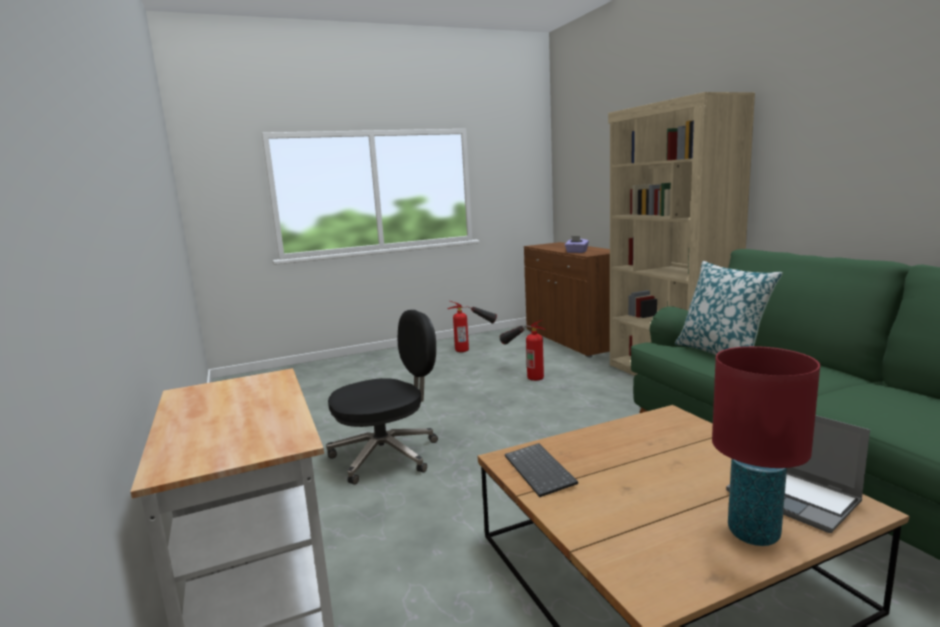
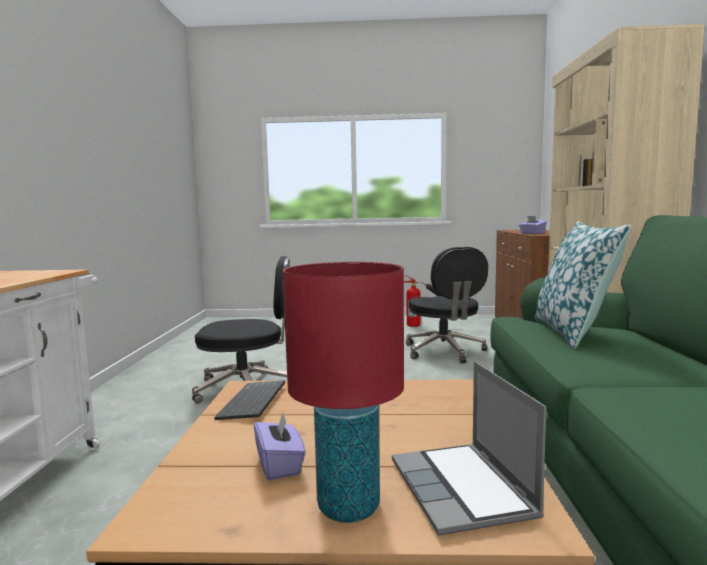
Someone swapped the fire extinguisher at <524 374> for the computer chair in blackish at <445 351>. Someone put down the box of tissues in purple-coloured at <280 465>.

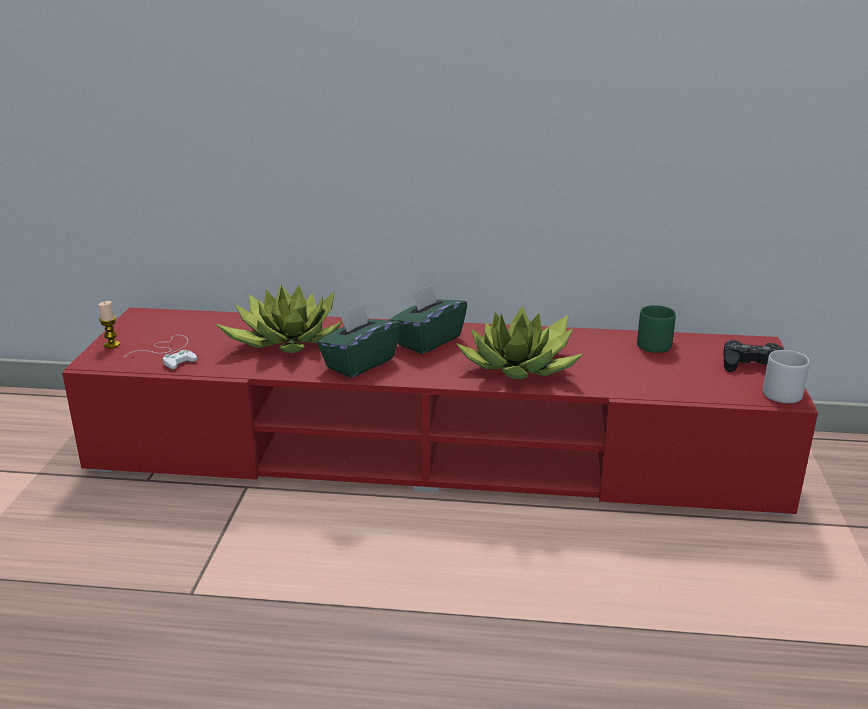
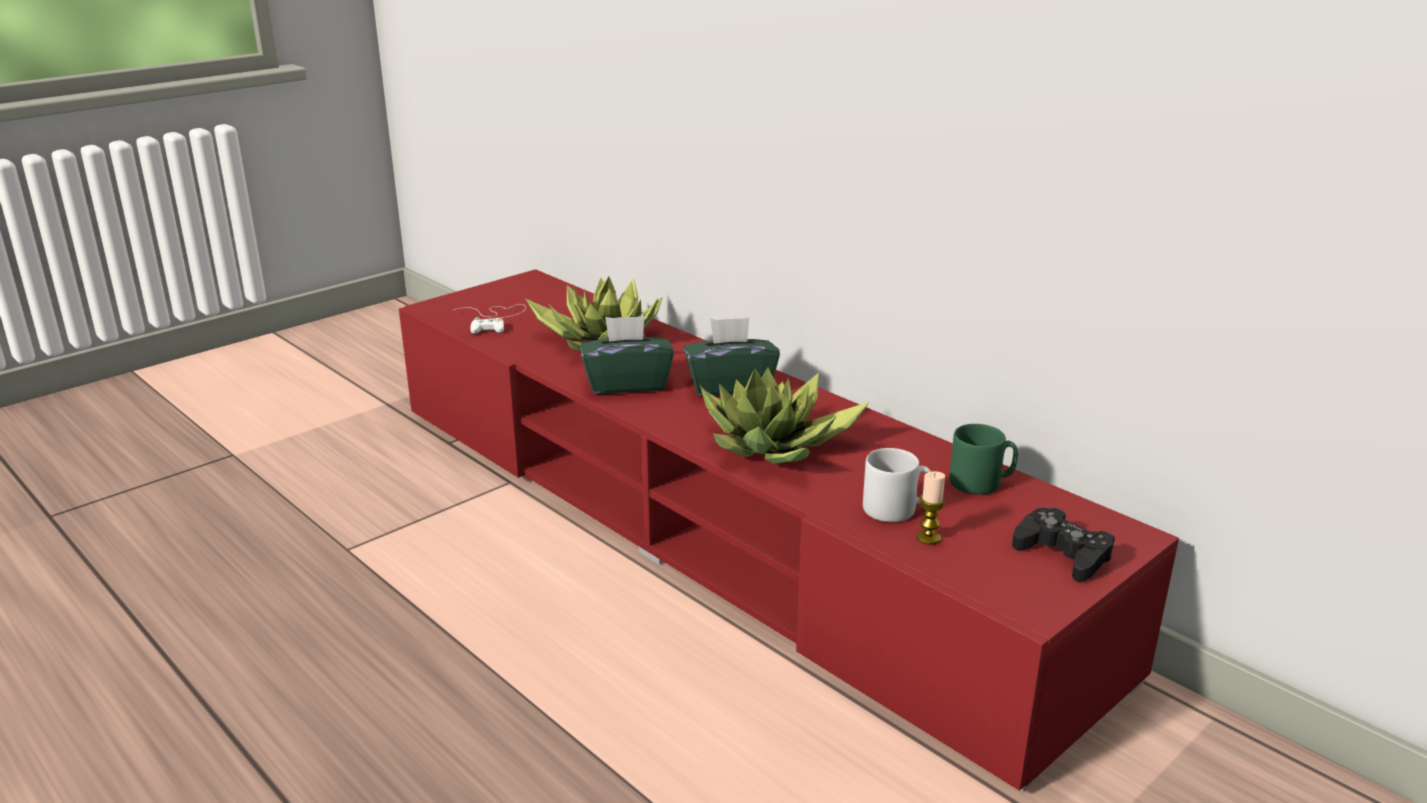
Someone carried the wax light from <112 344> to <928 538>. Someone carried the mug in grey from <785 393> to <896 509>.

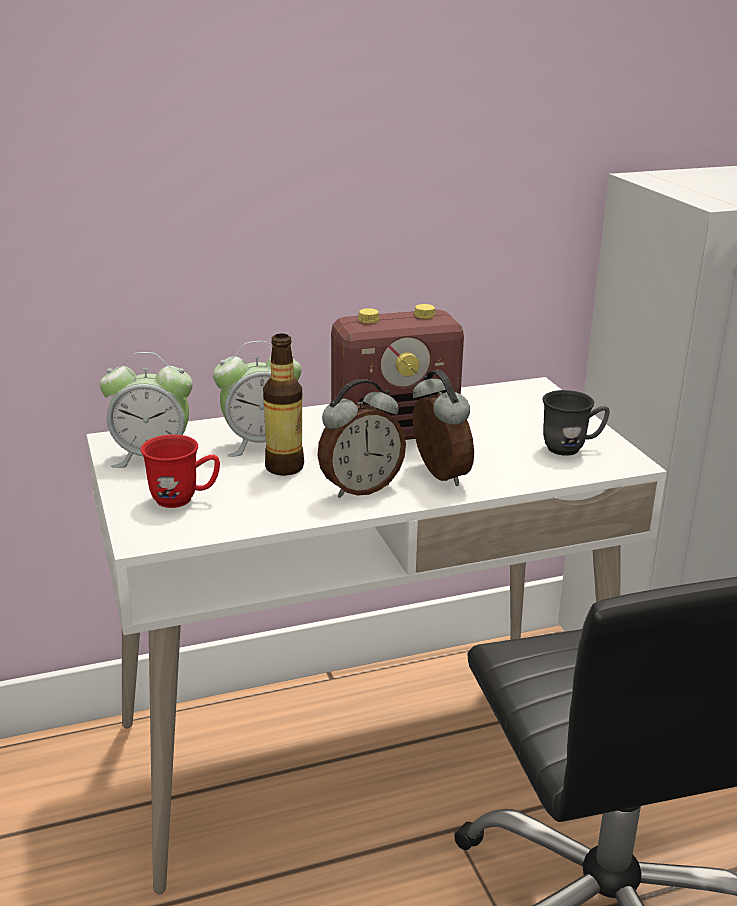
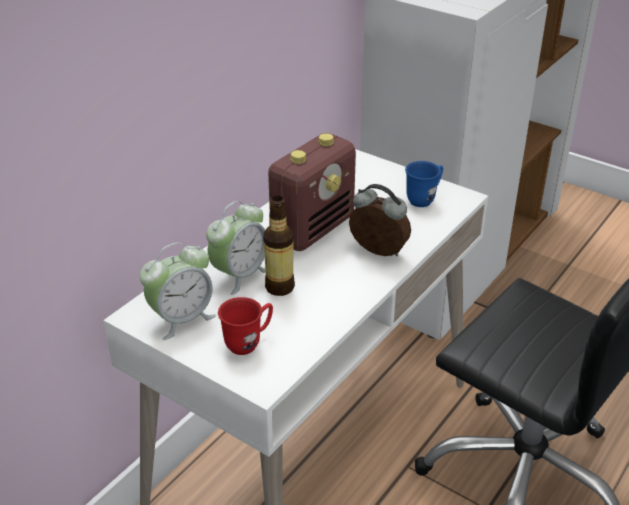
Someone took away the table clock at <360 488>. Someone repainted the mug in grey at <572 448>, which became the mug in blue at <424 199>.

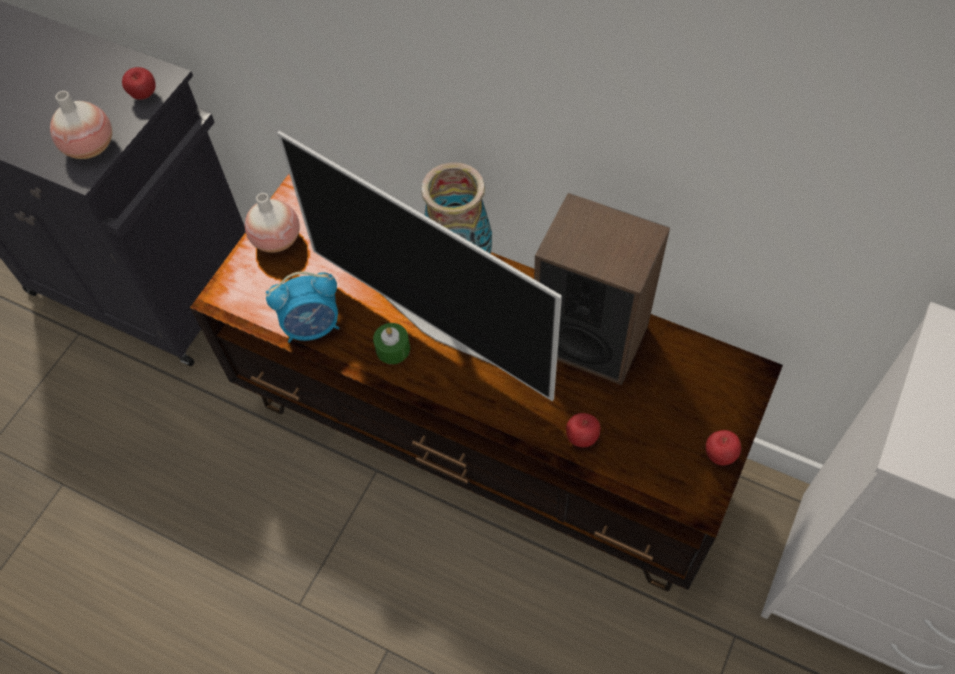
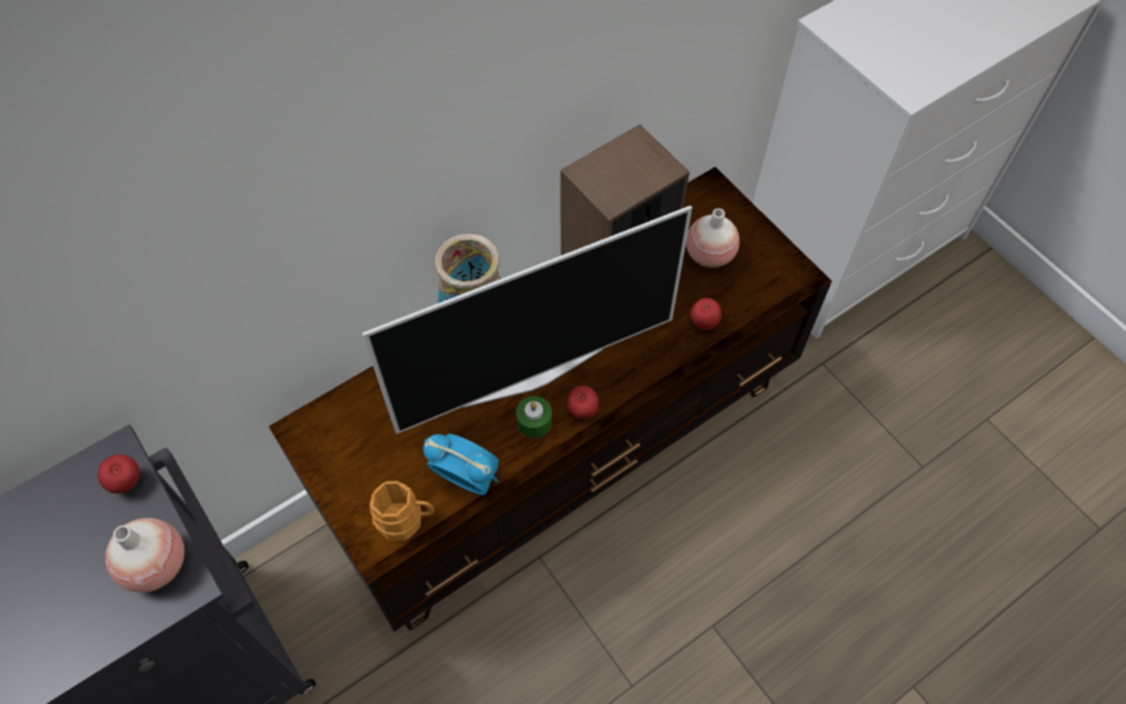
Someone carried the flower vase from <277 239> to <709 254>. Someone rotated the table clock at <313 326> by 75 degrees counterclockwise. Someone carried the apple fruit from <719 455> to <582 410>. Someone put down the mug in orange at <406 521>.

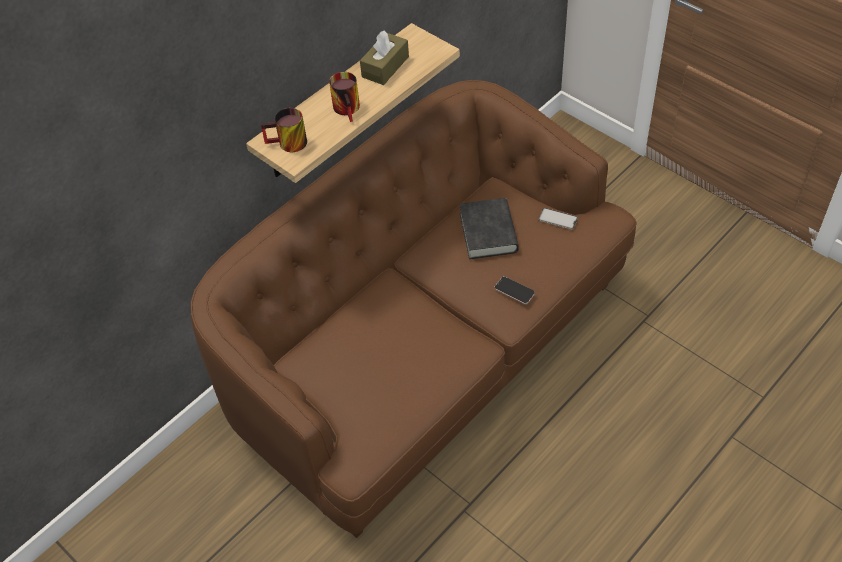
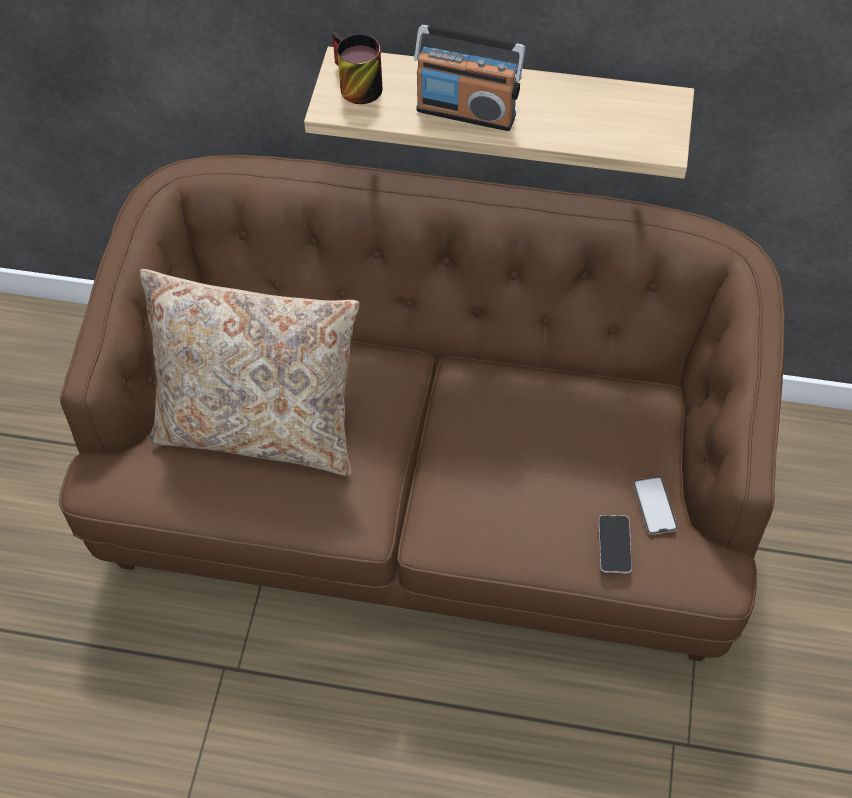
Someone took away the box of tissues in brown-coloured at <385 67>. Someone swapped the mug at <349 109> for the radio receiver at <466 112>. Someone took away the bound book in blackish at <488 232>. Someone carried the telephone from <514 290> to <614 544>. Someone put down the throw pillow in beige at <260 429>.

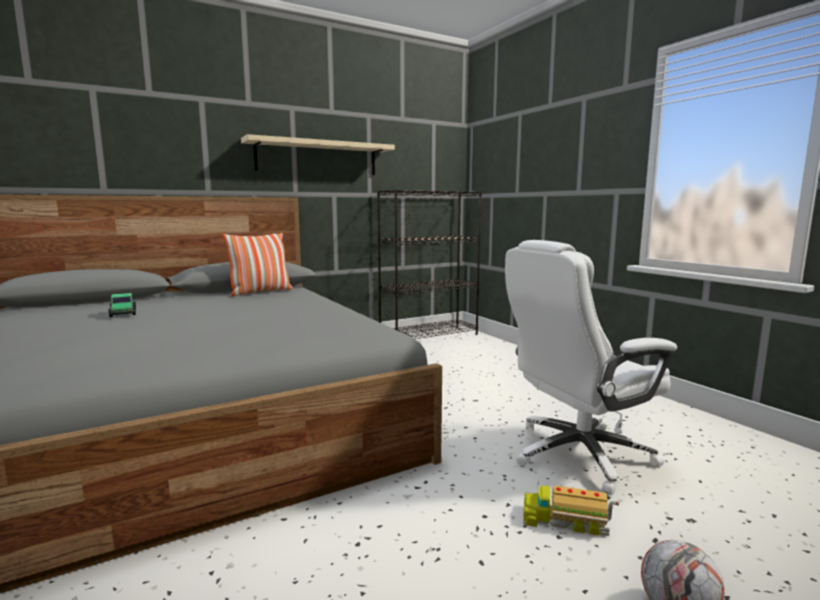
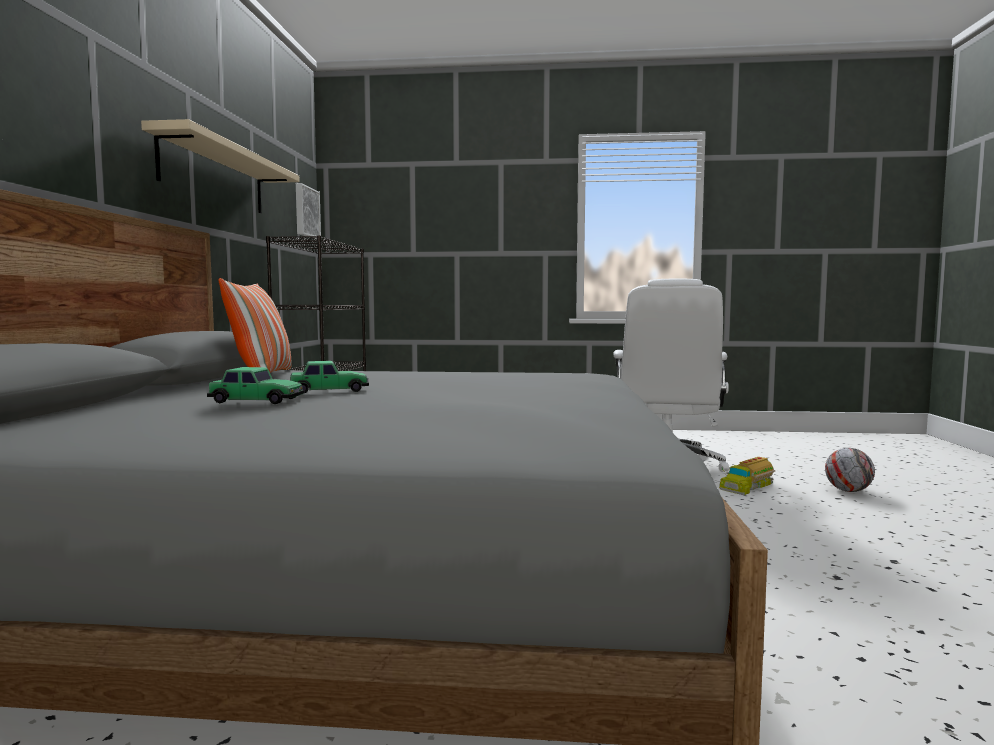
Someone put up the wall picture at <305 212>. Someone put down the toy car at <329 390>.

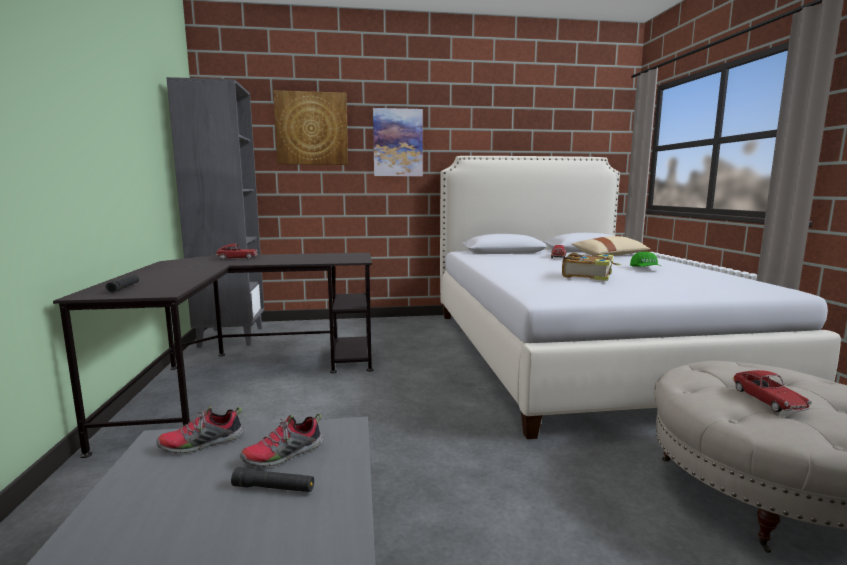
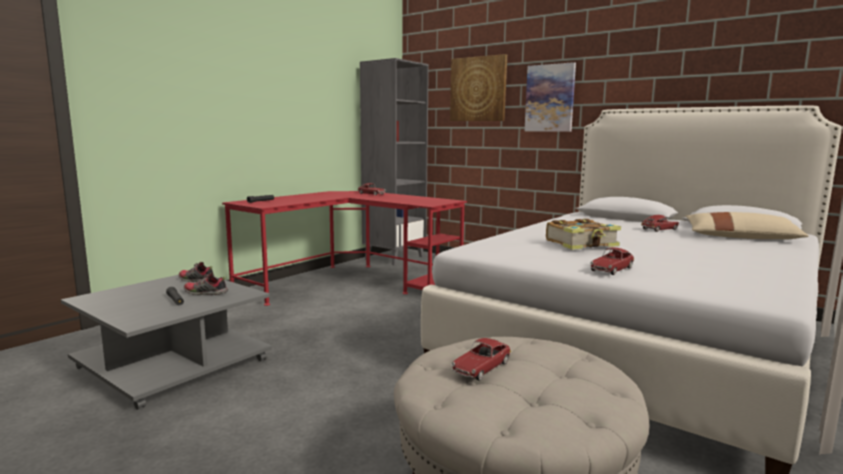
Someone took away the peaked cap in green-coloured at <645 269>. Someone repainted the desk table in blackish at <242 380>, which became the desk table in red at <349 282>. Someone put down the toy car at <611 269>.

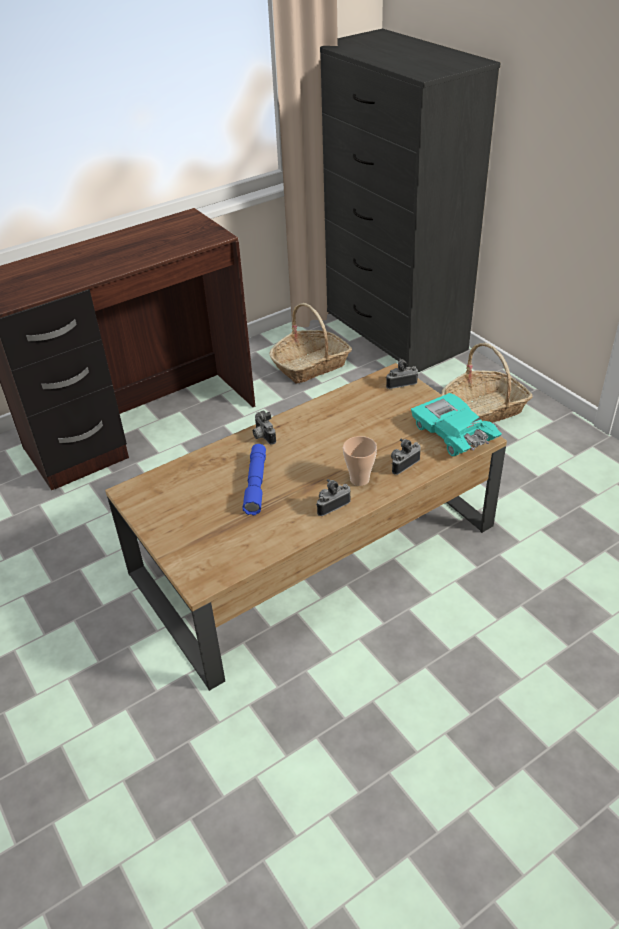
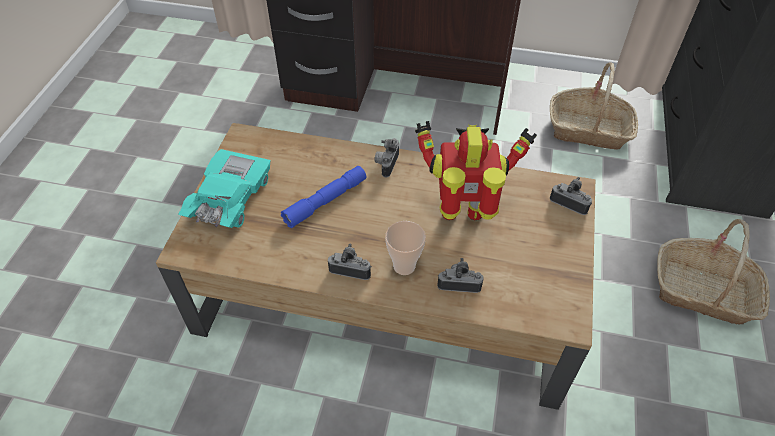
Someone carried the toy car in turquoise-coloured from <453 433> to <229 198>. Someone put down the toy robot at <463 216>.

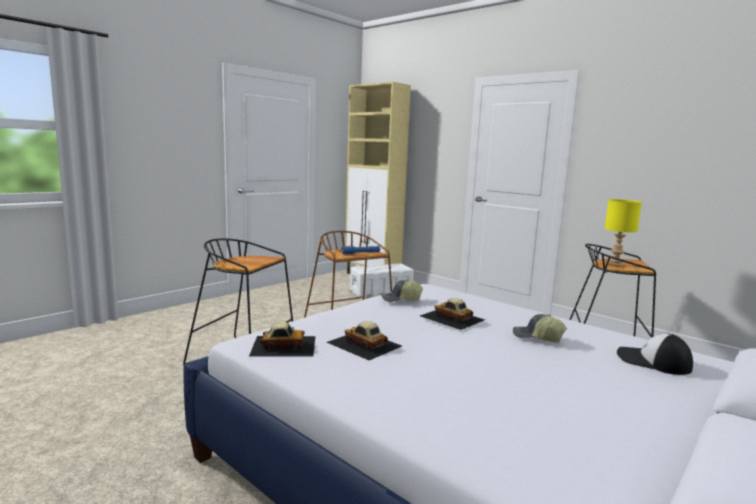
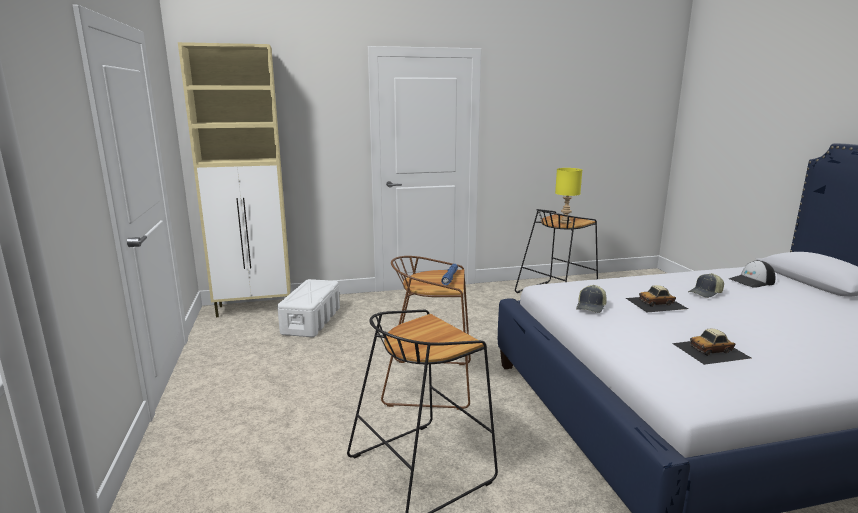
Someone took away the toy car at <283 345>.

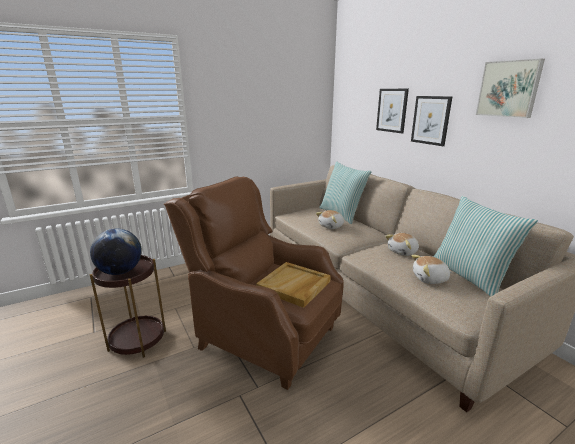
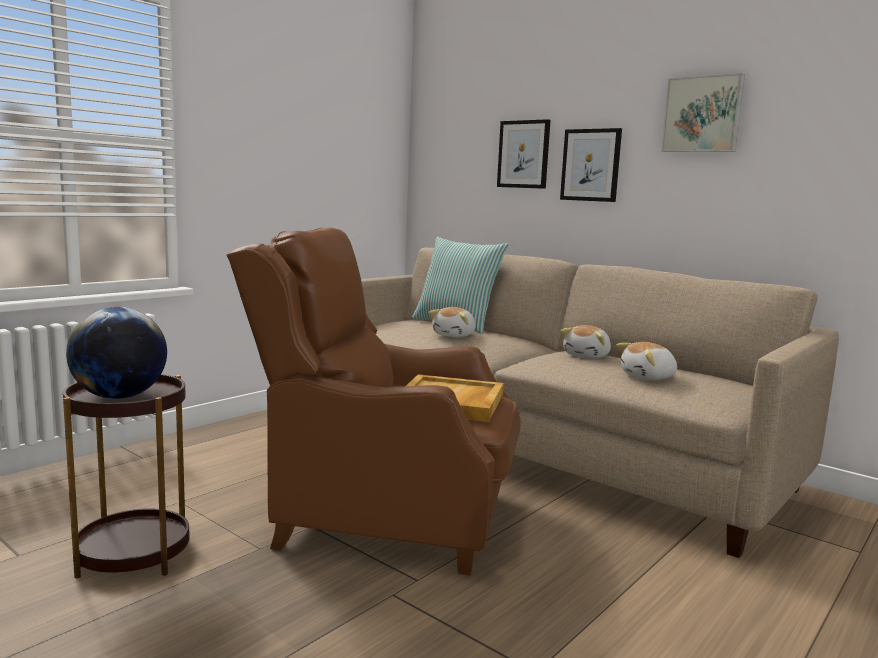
Someone took away the throw pillow at <470 276>.

